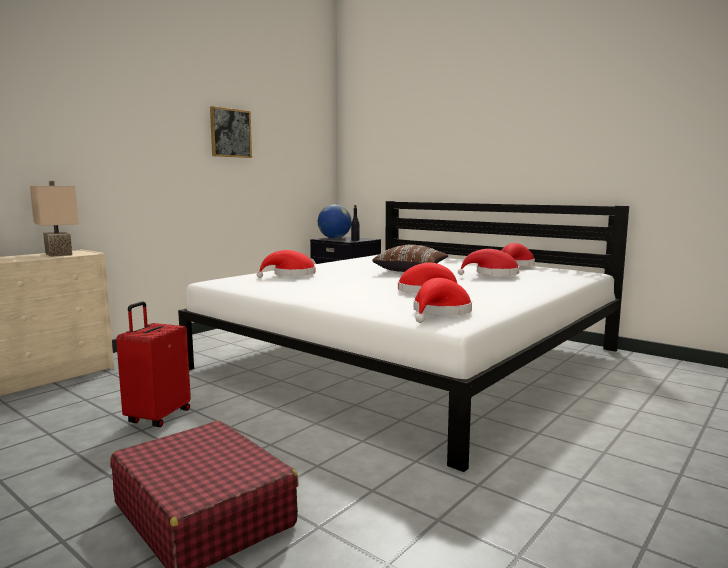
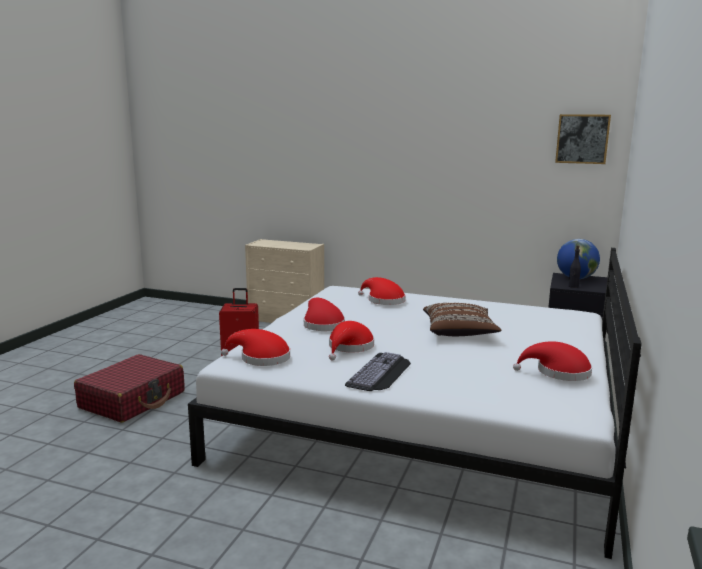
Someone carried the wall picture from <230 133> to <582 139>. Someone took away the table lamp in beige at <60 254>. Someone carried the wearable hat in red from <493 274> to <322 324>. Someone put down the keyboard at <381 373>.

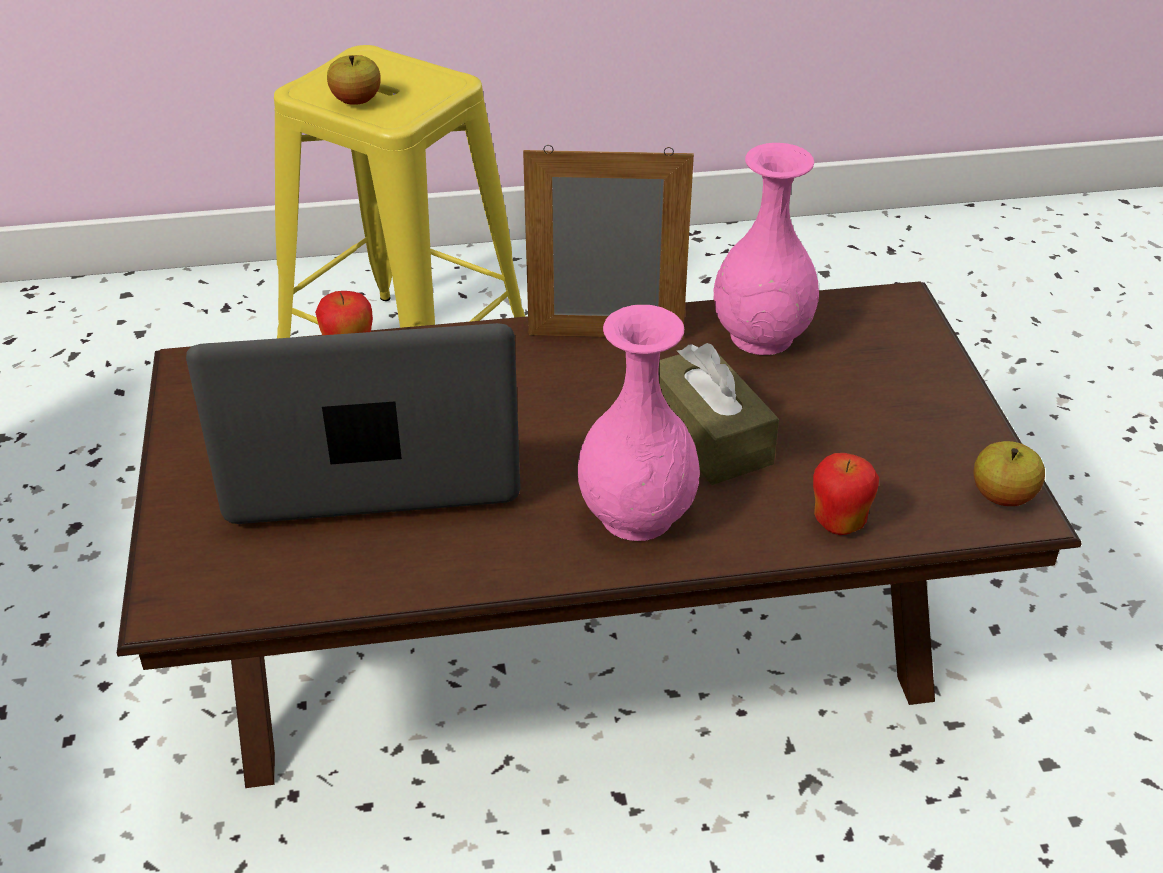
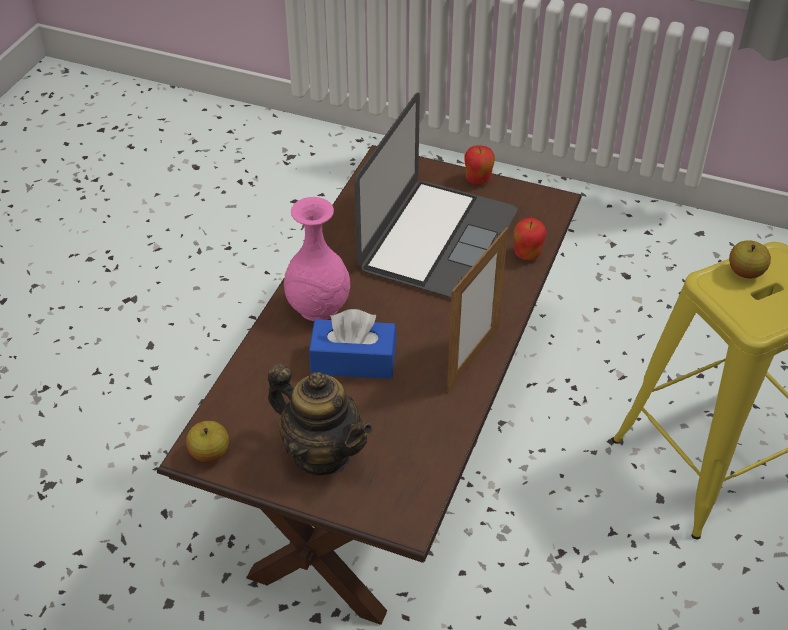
Someone took away the flower vase in pinkish at <760 336>. Someone repainted the box of tissues in brown-coloured at <709 435>, which became the box of tissues in blue at <353 361>. Someone carried the apple fruit from <839 523> to <478 180>. Someone put down the tea pot at <322 453>.

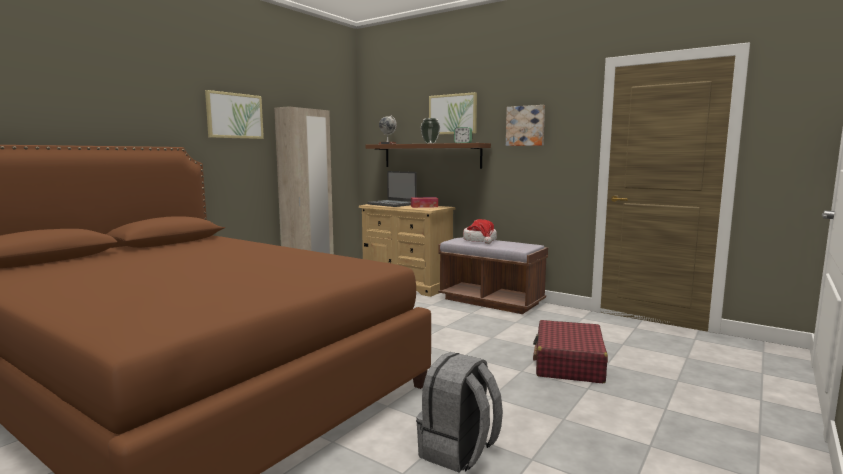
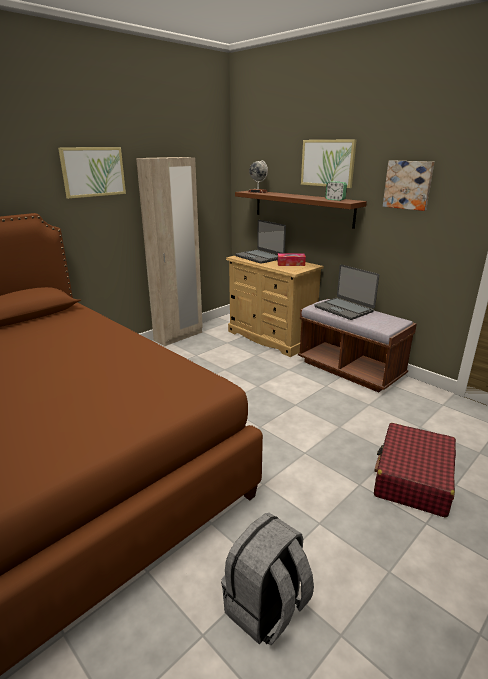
Someone took away the flower vase at <430 143>. Someone swapped the wearable hat at <480 240> for the portable computer at <344 309>.

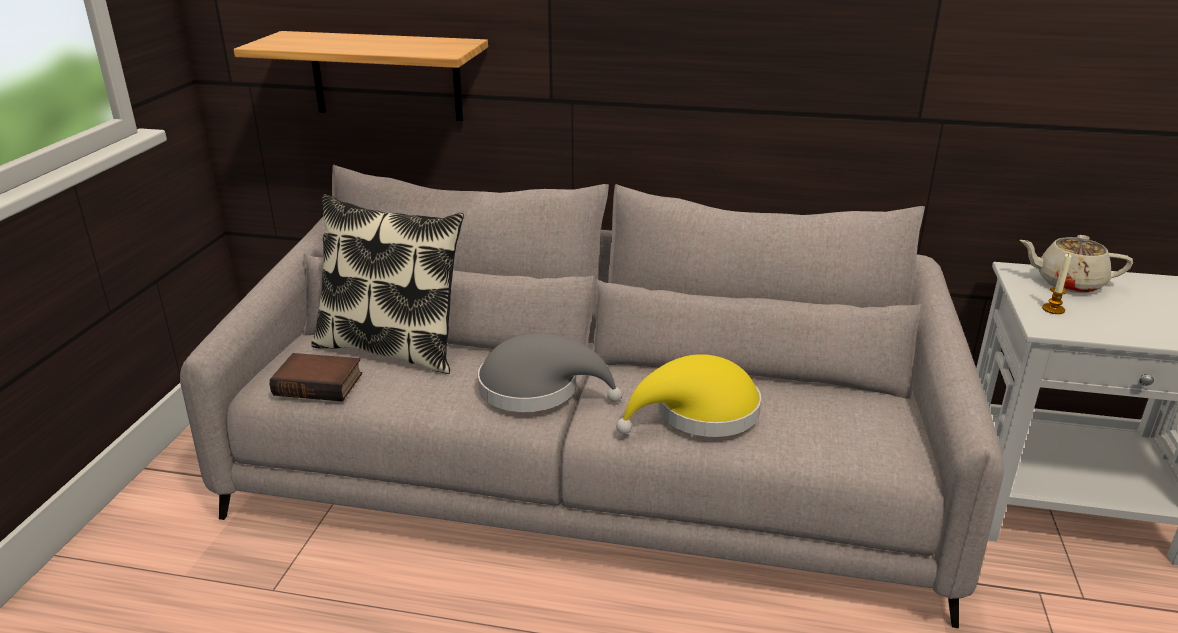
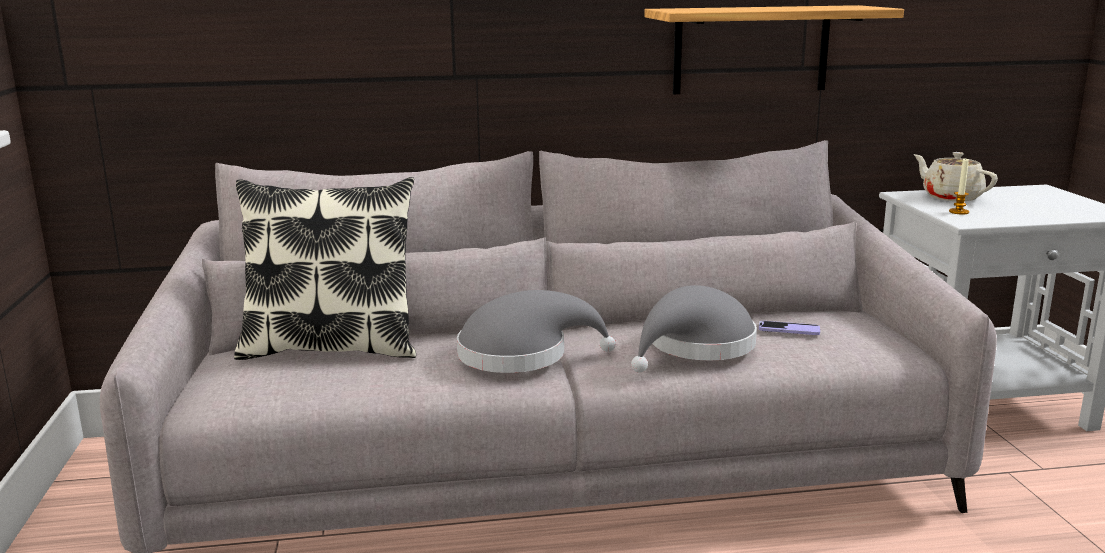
Someone carried the wall shelf from <386 76> to <751 50>. Someone rotated the tea pot in beige at <1068 283> by 60 degrees clockwise. Someone took away the bound book at <320 383>. Someone repainted the wearable hat in yellow at <699 413>, which became the wearable hat in grey at <696 347>. Someone put down the telephone at <789 330>.

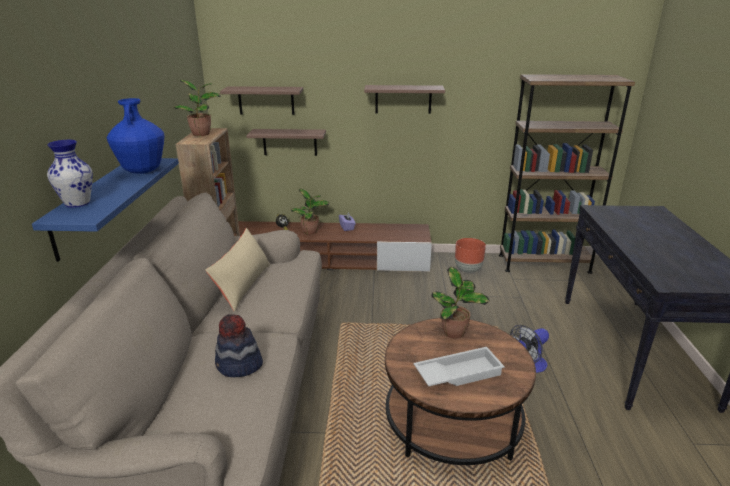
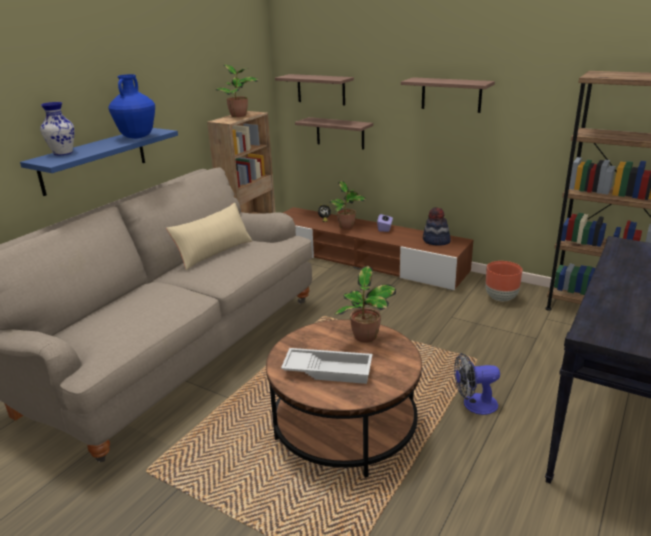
Someone carried the wearable hat from <239 365> to <436 241>.

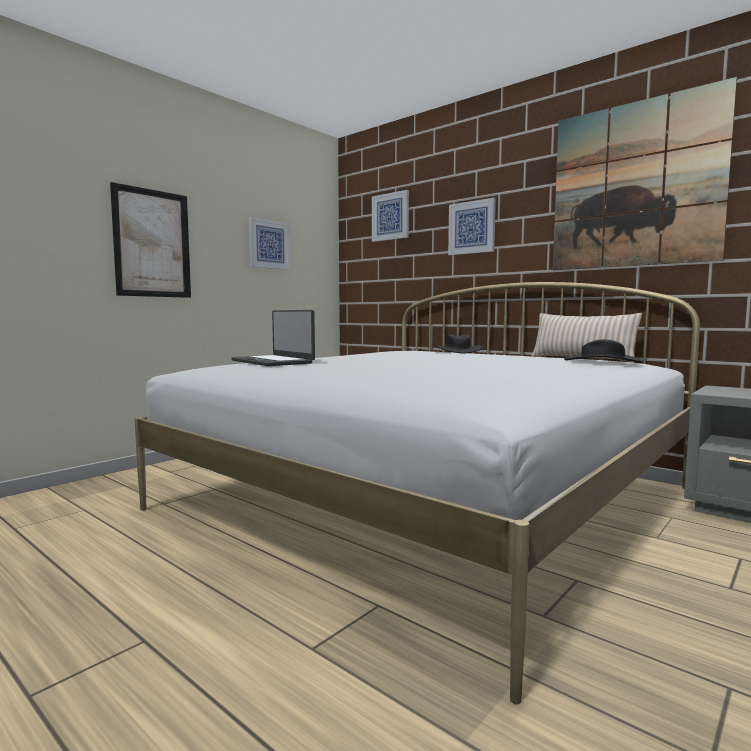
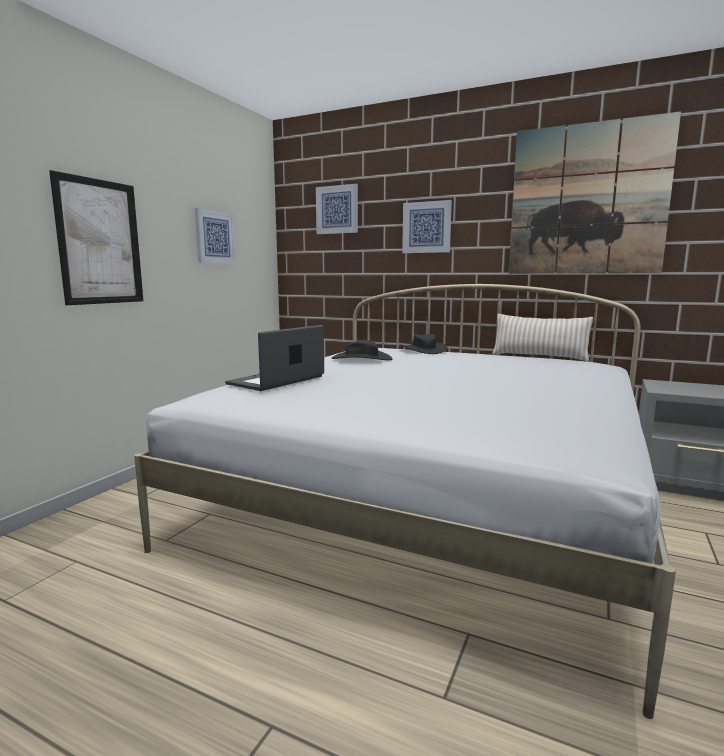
Someone rotated the portable computer at <273 361> by 90 degrees clockwise. Someone carried the wearable hat in blackish from <603 361> to <361 359>.

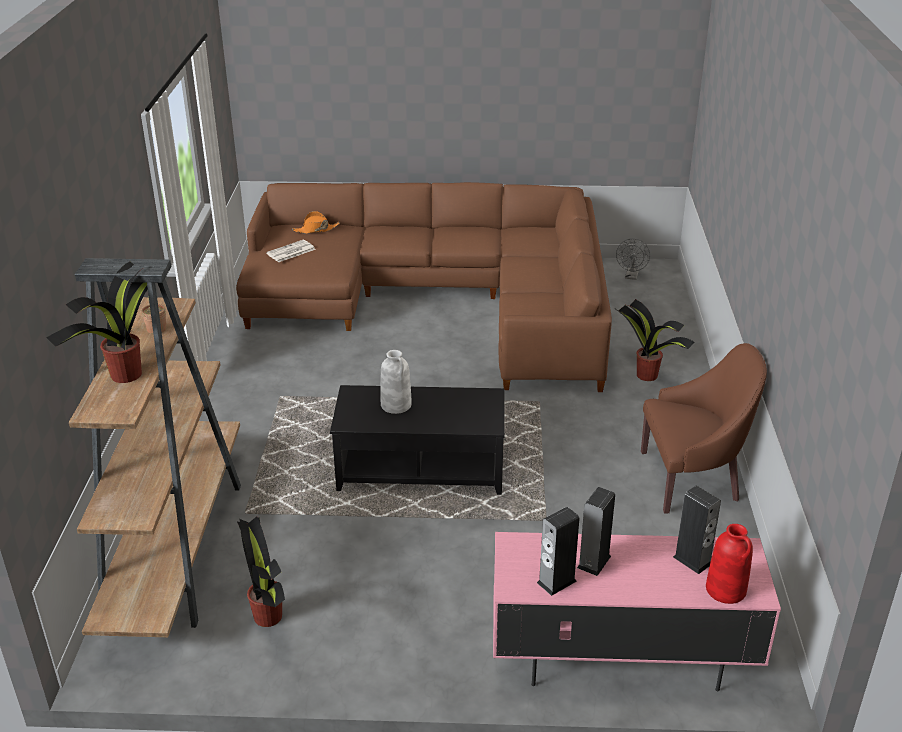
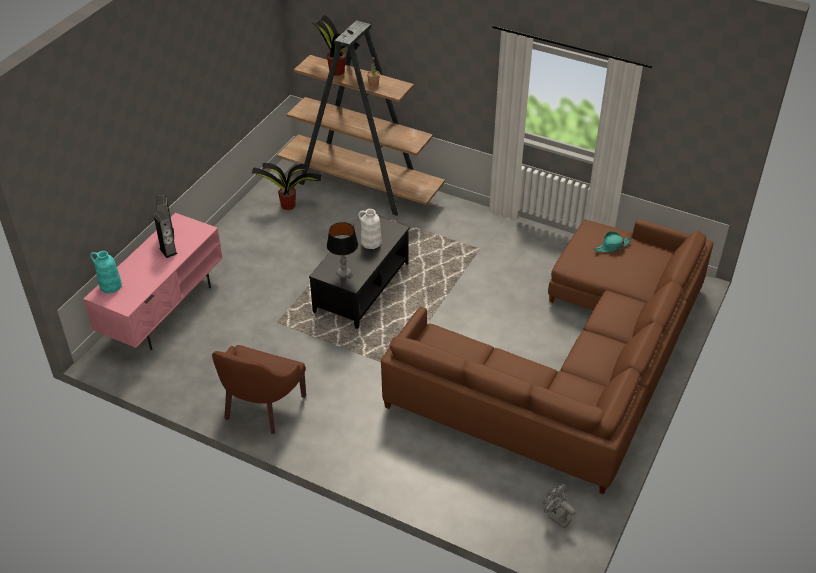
Someone took away the wearable hat in orange at <316 229>. Someone swapped the printed paper at <290 252> for the wearable hat in turquoise-coloured at <612 246>. Someone took away the plant in a pot at <646 374>. Someone took away the loudspeaker at <692 560>. Someone repainted the flower vase in red at <726 590>, which became the flower vase in turquoise-coloured at <110 286>. Someone put down the table lamp at <343 273>.

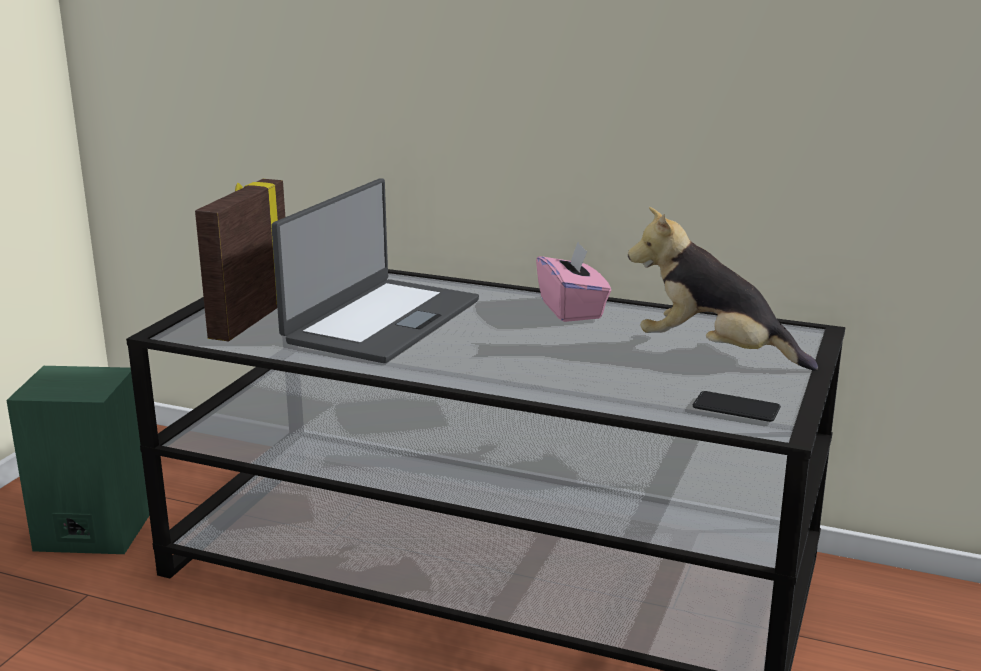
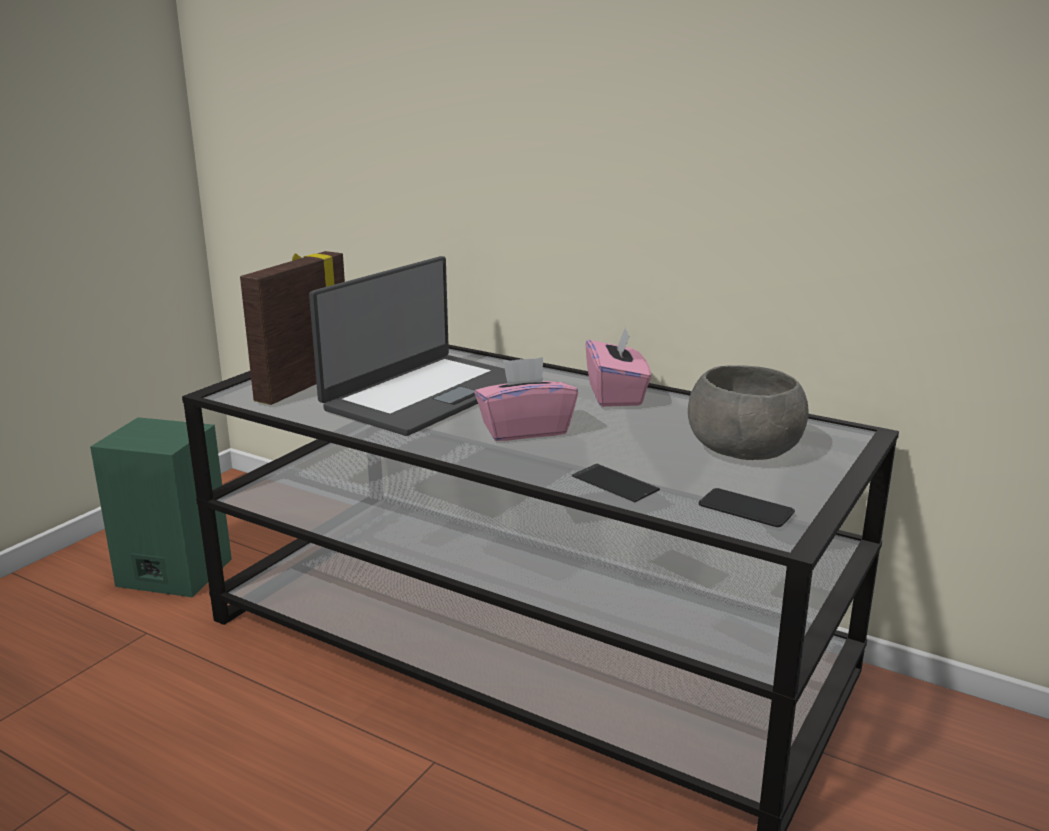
Someone swapped the soft toy at <713 354> for the serving bowl in grey at <745 449>. Someone put down the box of tissues in pinkish at <525 430>. Someone put down the telephone at <615 483>.

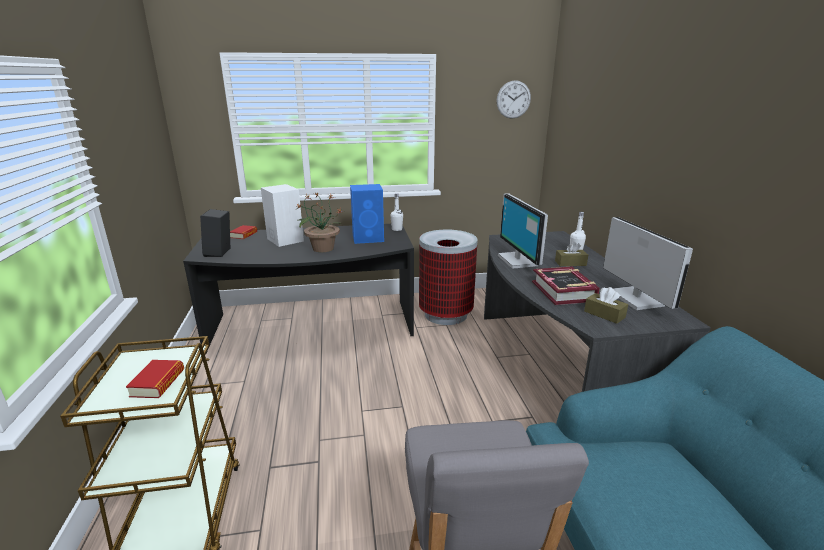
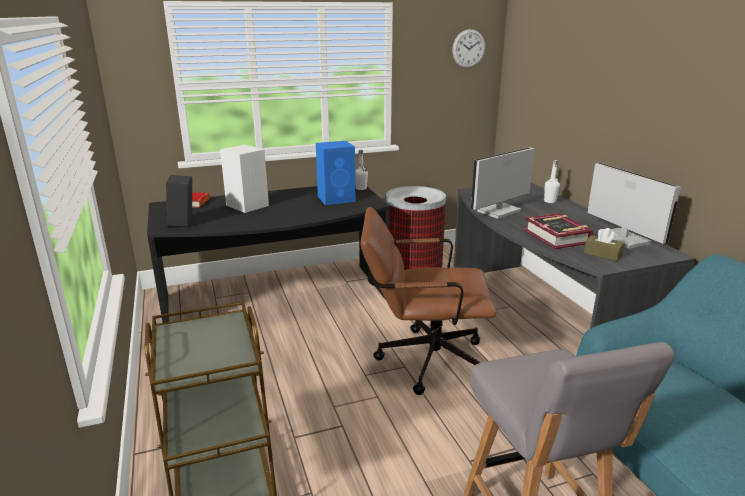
Someone took away the plant in a pot at <322 248>. Someone rotated the computer display at <518 260> by 75 degrees clockwise. Someone took away the box of tissues in brown-coloured at <570 263>. Someone took away the bound book at <158 383>. Someone put down the computer chair in brown-coloured at <422 360>.

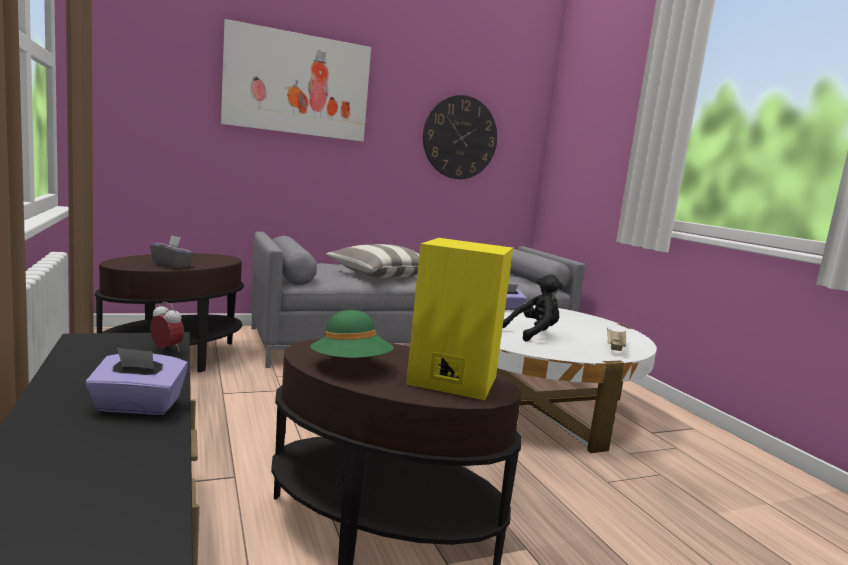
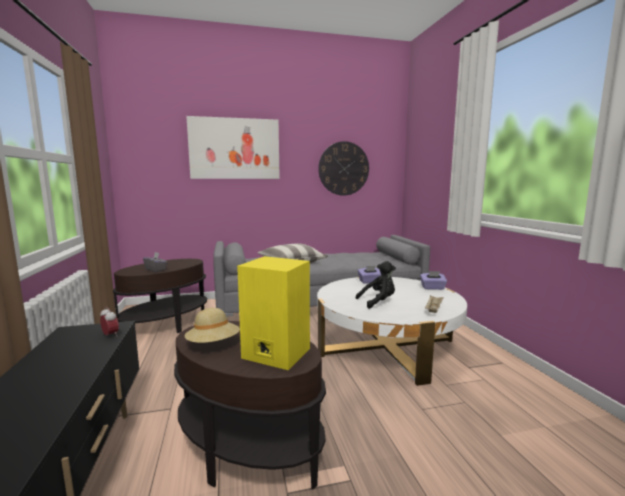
Someone repainted the wearable hat in green-coloured at <351 366>, which became the wearable hat in beige at <213 344>. Someone carried the box of tissues in purple-coloured from <138 406> to <432 288>.

